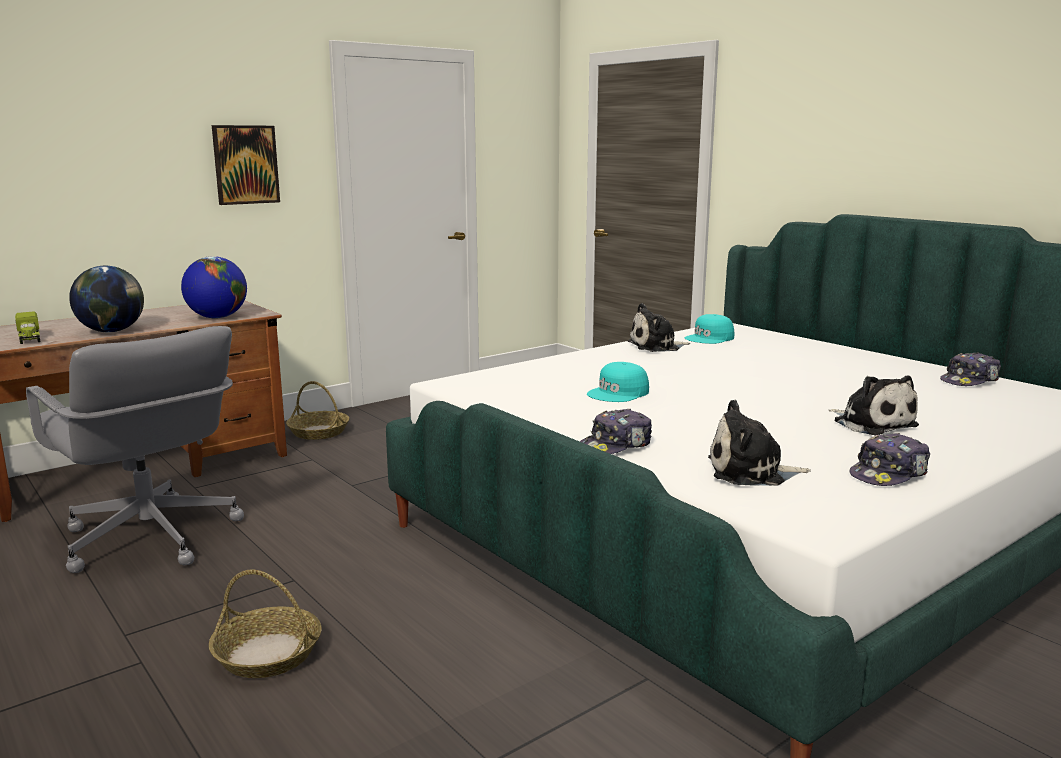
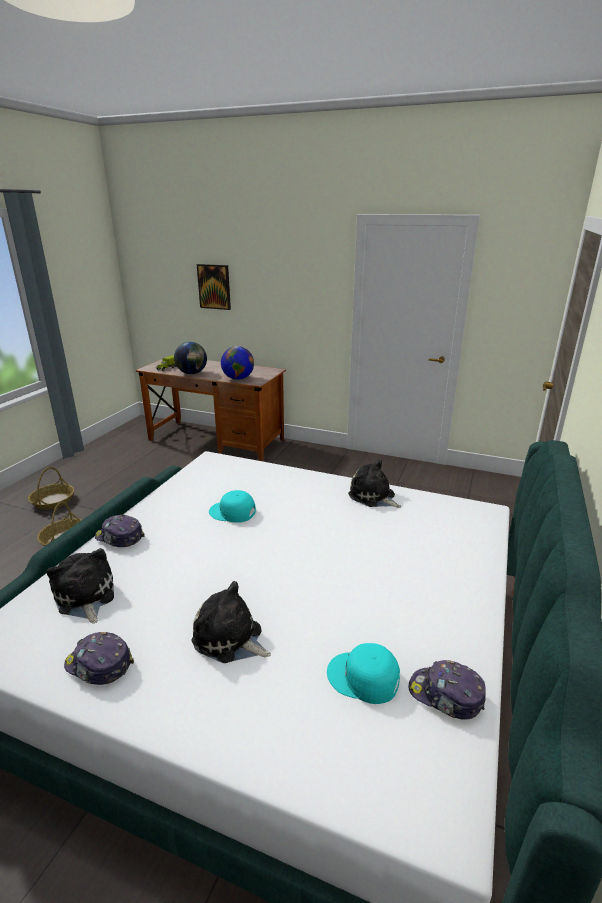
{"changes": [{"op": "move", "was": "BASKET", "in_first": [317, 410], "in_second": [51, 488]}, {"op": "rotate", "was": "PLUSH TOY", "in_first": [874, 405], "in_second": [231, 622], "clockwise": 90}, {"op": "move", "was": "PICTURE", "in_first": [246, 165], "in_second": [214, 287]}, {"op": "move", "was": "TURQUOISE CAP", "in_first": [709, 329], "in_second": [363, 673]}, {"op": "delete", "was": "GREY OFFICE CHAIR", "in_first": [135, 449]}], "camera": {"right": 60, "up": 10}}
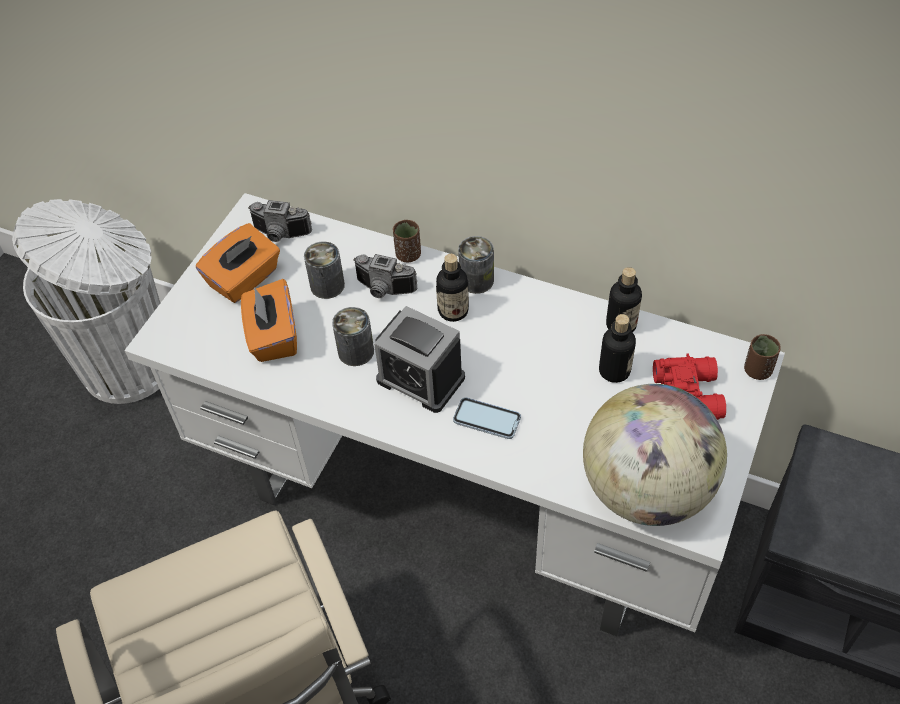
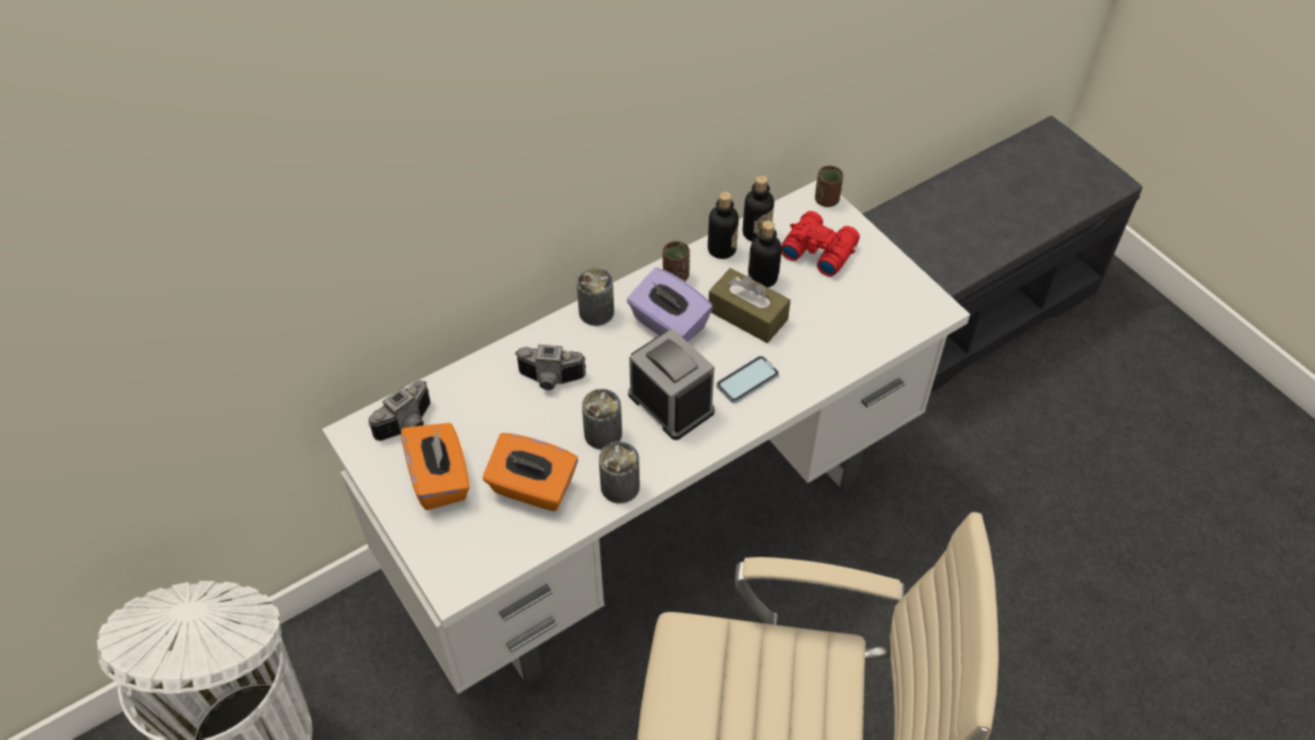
{"changes": [{"op": "rotate", "was": "PHOTO CAMERA", "in_first": [385, 276], "in_second": [550, 367], "clockwise": 45}, {"op": "move", "was": "CAN", "in_first": [324, 270], "in_second": [619, 472]}, {"op": "insert", "now": "PURPLE TISSUE BOX", "in_second": [670, 305]}, {"op": "rotate", "was": "ALARM CLOCK", "in_first": [419, 359], "in_second": [671, 384], "clockwise": -105}, {"op": "move", "was": "BROWN CUP", "in_first": [407, 241], "in_second": [676, 261]}, {"op": "insert", "now": "BROWN TISSUE BOX", "in_second": [750, 305]}, {"op": "move", "was": "BOTTLE", "in_first": [452, 288], "in_second": [758, 208]}, {"op": "delete", "was": "GLOBE", "in_first": [655, 455]}], "camera": {"right": -60, "up": 0}}
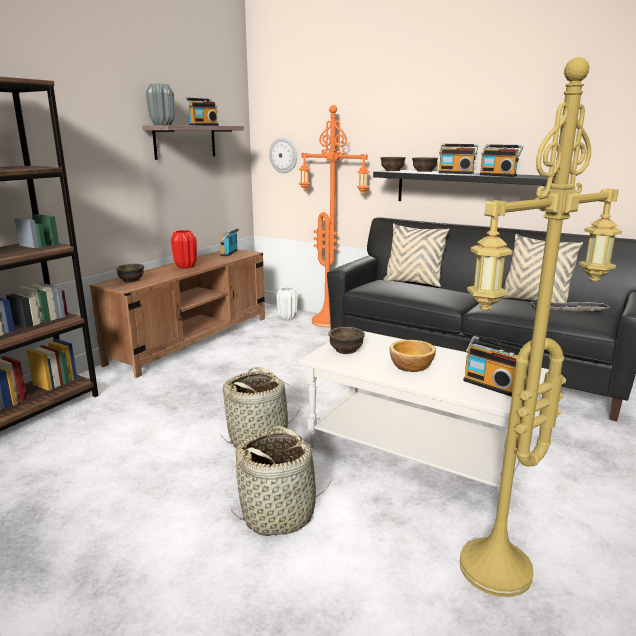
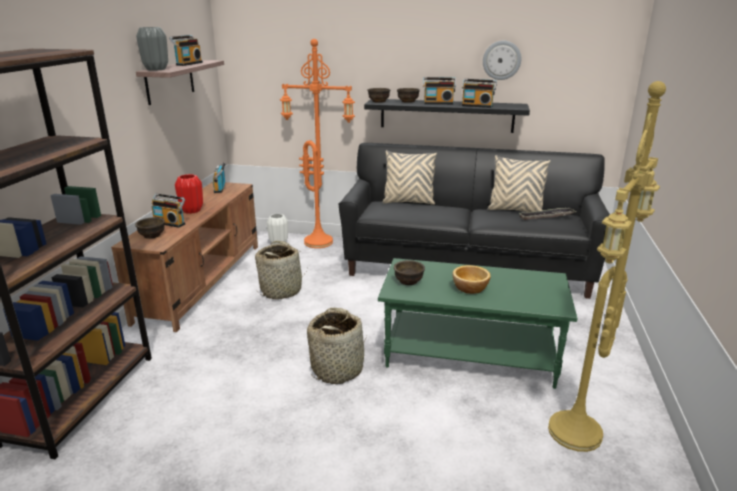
{"changes": [{"op": "move", "was": "RADIO", "in_first": [492, 366], "in_second": [168, 210]}, {"op": "move", "was": "BASKET", "in_first": [281, 481], "in_second": [281, 270]}, {"op": "recolor", "was": "WHITE COFFEE TABLE", "now": "GREEN COFFEE TABLE", "in_first": [424, 411], "in_second": [478, 323]}, {"op": "move", "was": "WALL CLOCK", "in_first": [283, 155], "in_second": [502, 60]}], "camera": {"right": -20, "up": 5}}
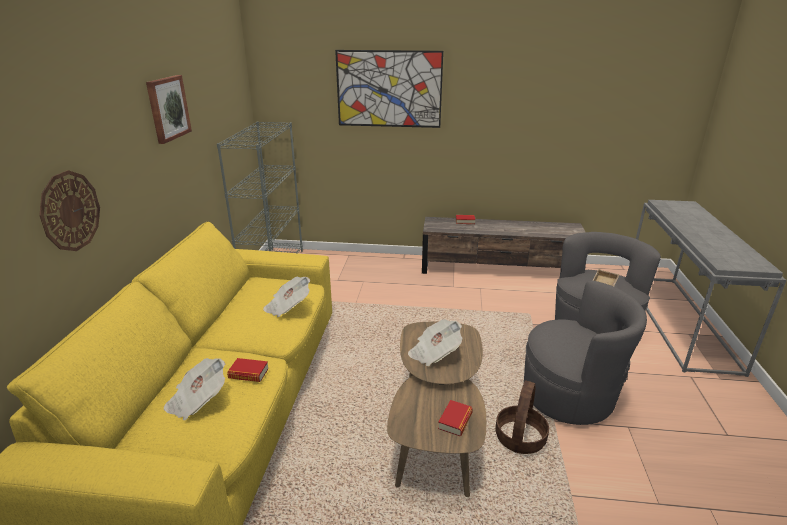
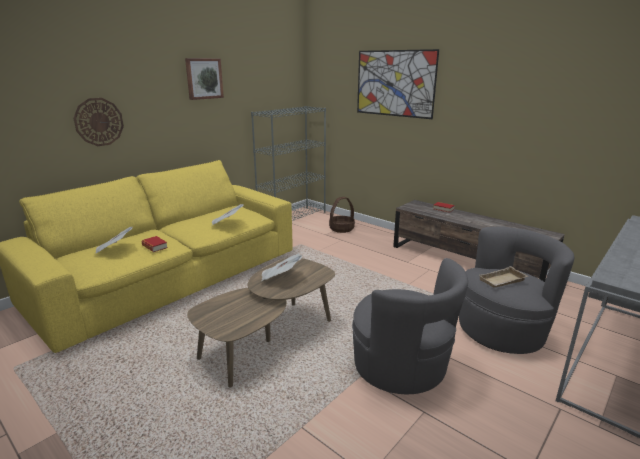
{"changes": [{"op": "move", "was": "BASKET", "in_first": [522, 417], "in_second": [342, 215]}, {"op": "delete", "was": "BOOK", "in_first": [455, 418]}], "camera": {"right": 35, "up": -5}}
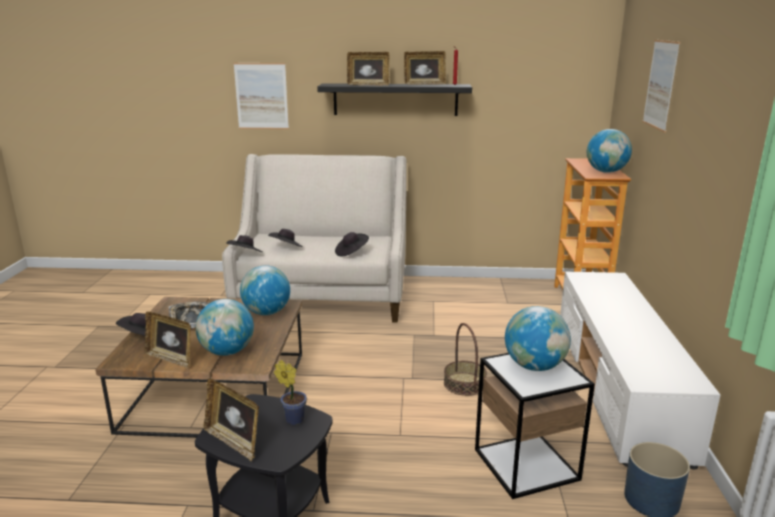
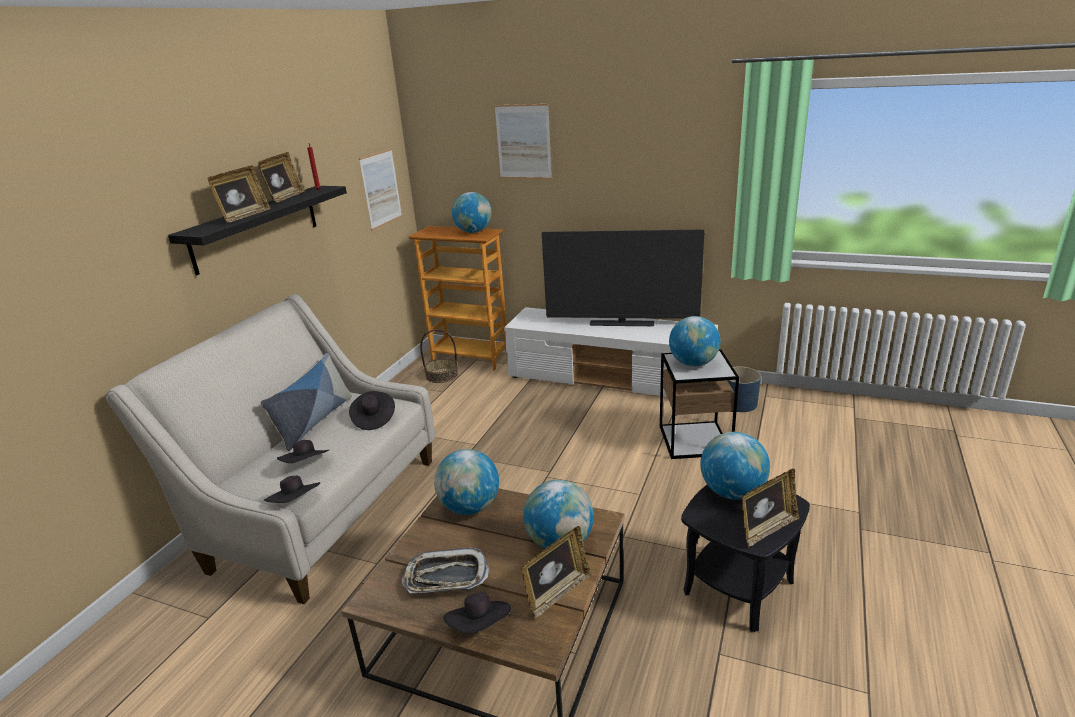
{"changes": [{"op": "insert", "now": "PILLOW", "in_second": [306, 402]}, {"op": "move", "was": "PICTURE", "in_first": [261, 96], "in_second": [380, 189]}, {"op": "move", "was": "BASKET", "in_first": [465, 359], "in_second": [439, 356]}, {"op": "insert", "now": "TELEVISION", "in_second": [623, 278]}, {"op": "replace", "was": "POTTED PLANT", "now": "GLOBE", "in_first": [290, 392], "in_second": [735, 466]}], "camera": {"right": -70, "up": 5}}
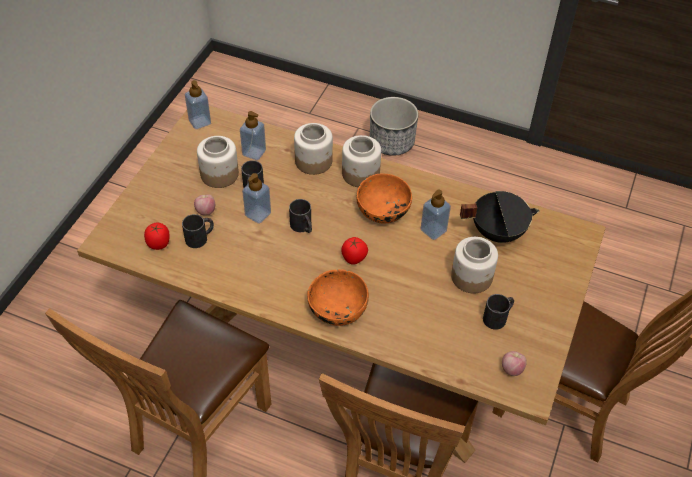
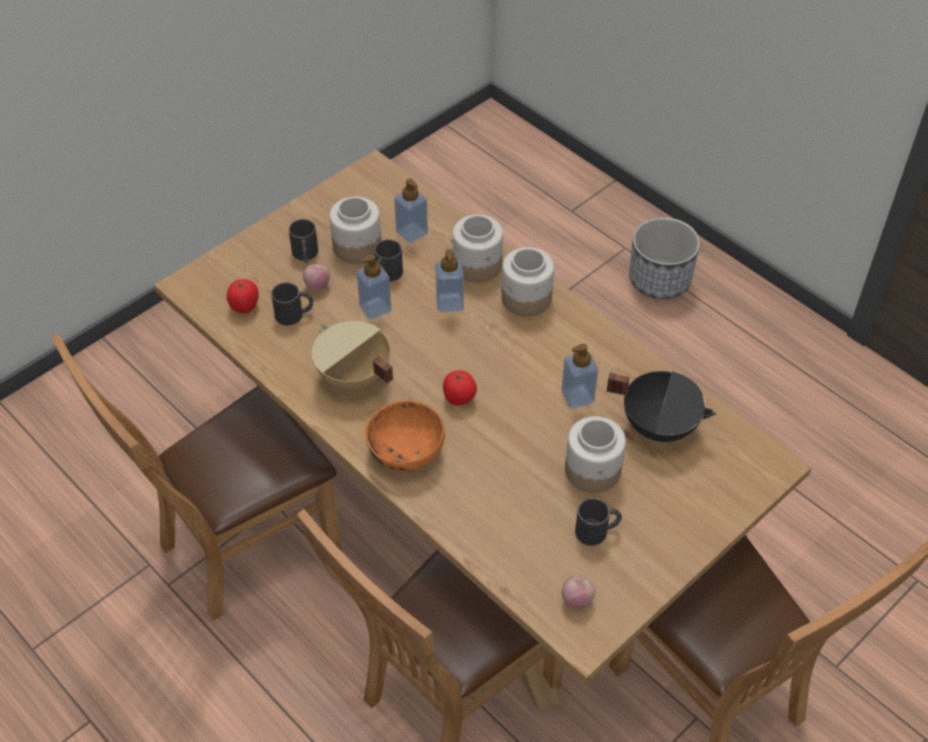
{"changes": [{"op": "move", "was": "BLACK MUG", "in_first": [300, 216], "in_second": [303, 241]}, {"op": "insert", "now": "BEIGE COOKING POT", "in_second": [352, 355]}, {"op": "move", "was": "SOAP DISPENSER", "in_first": [198, 104], "in_second": [450, 280]}, {"op": "delete", "was": "ORANGE BOWL", "in_first": [384, 198]}], "camera": {"right": 25, "up": 0}}
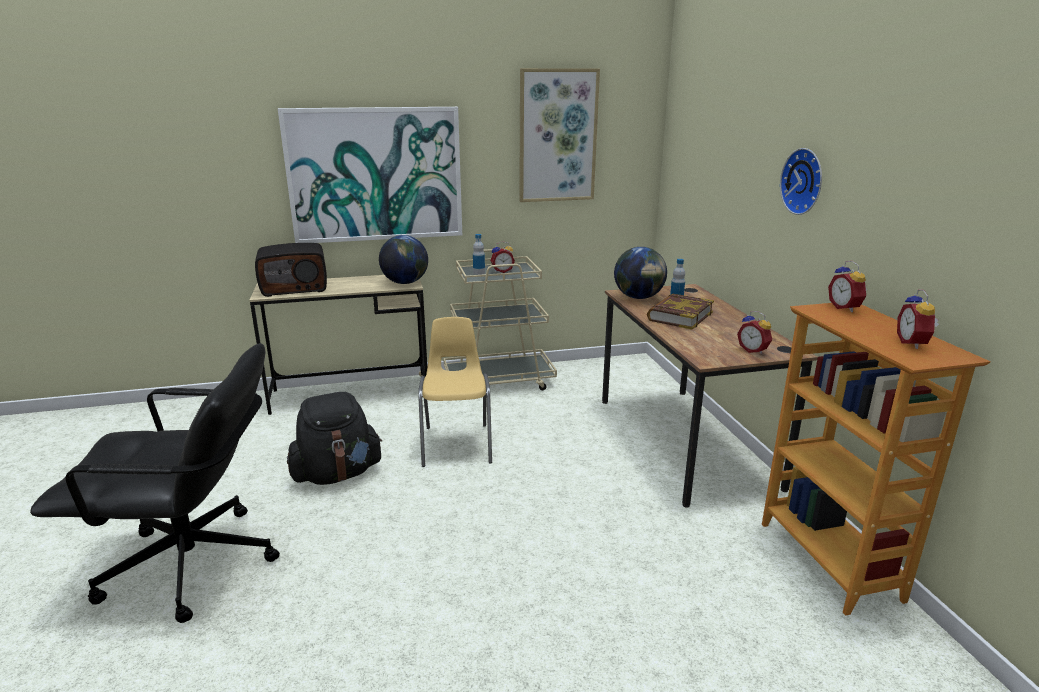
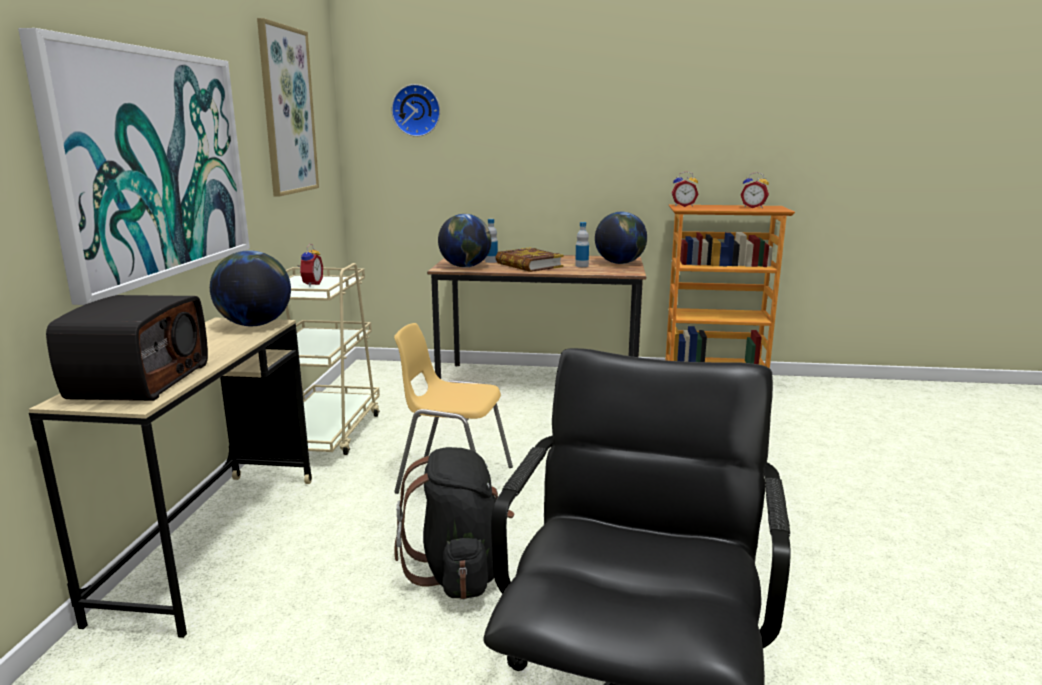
{"changes": [{"op": "move", "was": "WALL CLOCK", "in_first": [801, 181], "in_second": [416, 110]}, {"op": "move", "was": "BOTTLE", "in_first": [479, 254], "in_second": [582, 244]}, {"op": "replace", "was": "ALARM CLOCK", "now": "GLOBE", "in_first": [754, 332], "in_second": [621, 238]}], "camera": {"right": -70, "up": -5}}
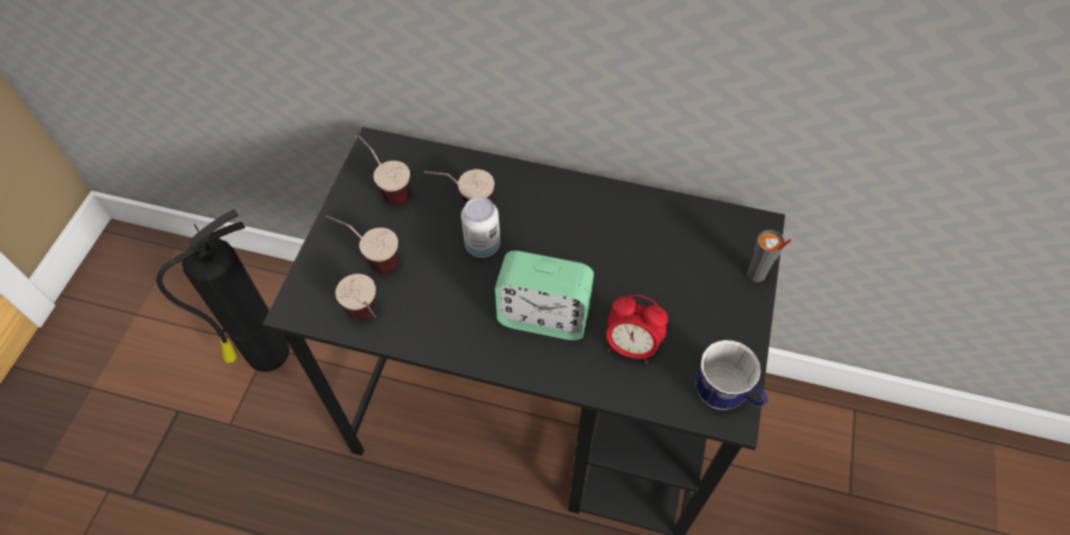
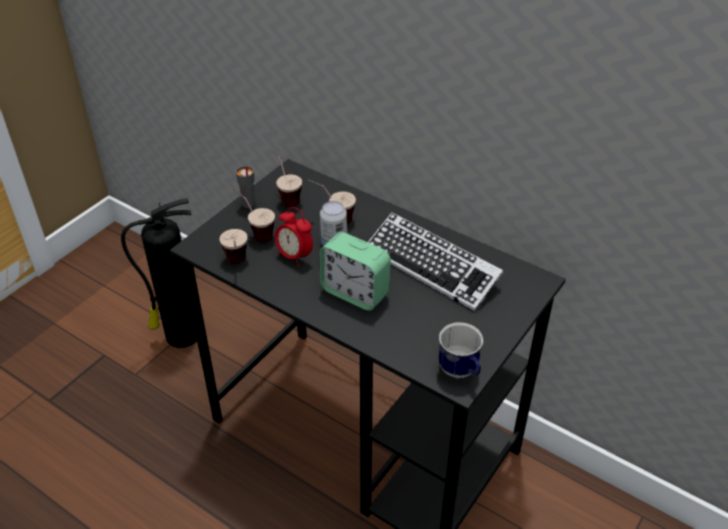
{"changes": [{"op": "move", "was": "GREY CUP", "in_first": [769, 256], "in_second": [245, 187]}, {"op": "move", "was": "ALARM CLOCK", "in_first": [637, 329], "in_second": [294, 237]}, {"op": "insert", "now": "KEYBOARD", "in_second": [435, 262]}], "camera": {"right": 20, "up": -15}}
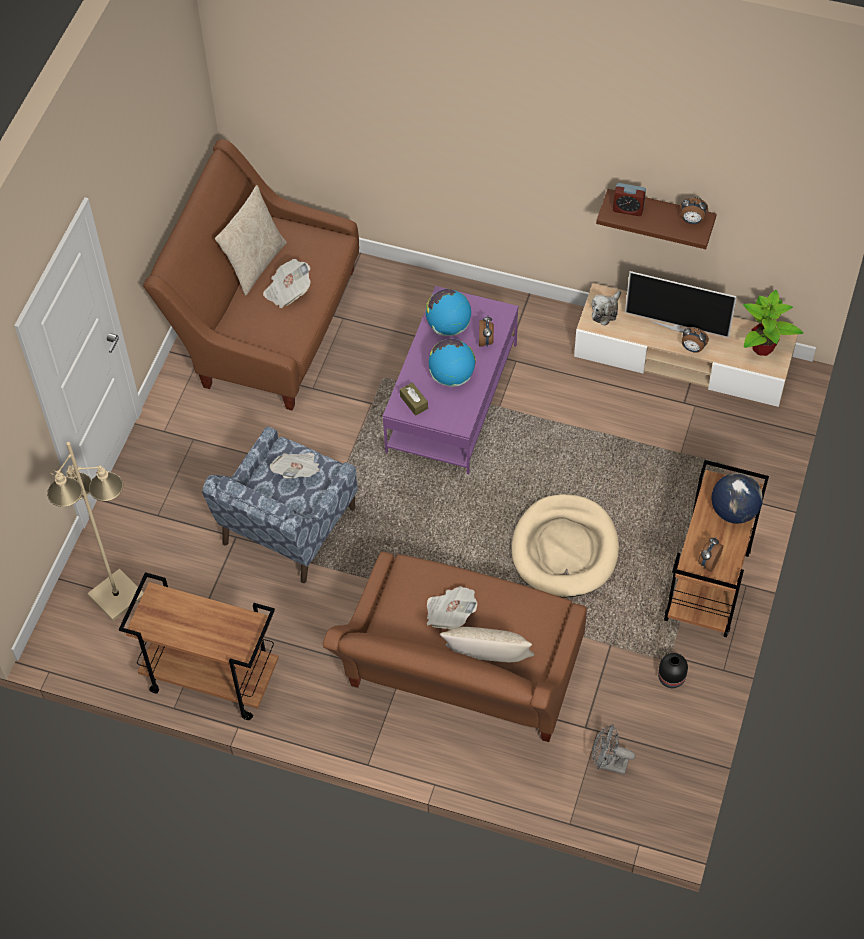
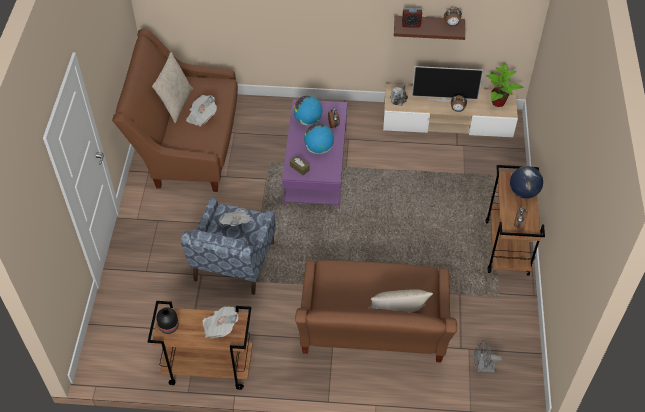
{"changes": [{"op": "move", "was": "BLACK VASE", "in_first": [673, 670], "in_second": [167, 321]}, {"op": "move", "was": "NEWSPAPER", "in_first": [452, 608], "in_second": [220, 322]}, {"op": "delete", "was": "BEIGE FLOOR LAMP", "in_first": [95, 531]}, {"op": "delete", "was": "BEIGE DOG BED", "in_first": [565, 546]}], "camera": {"right": -15, "up": -5}}
